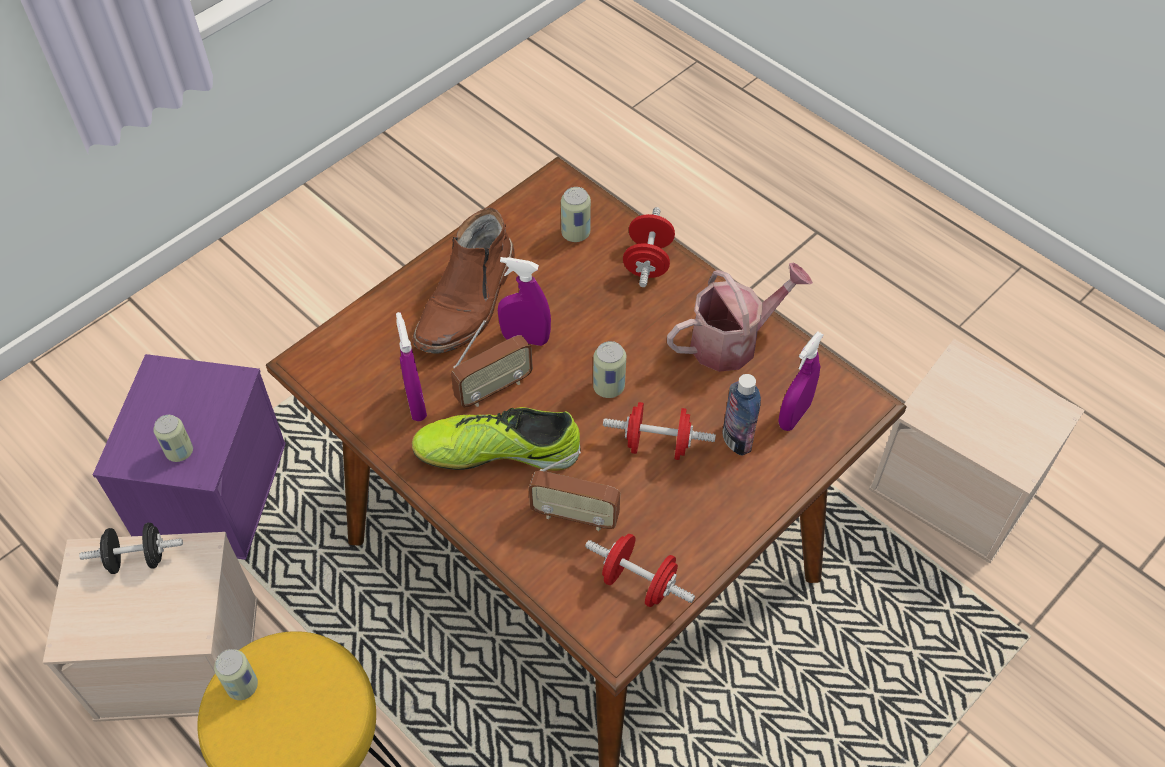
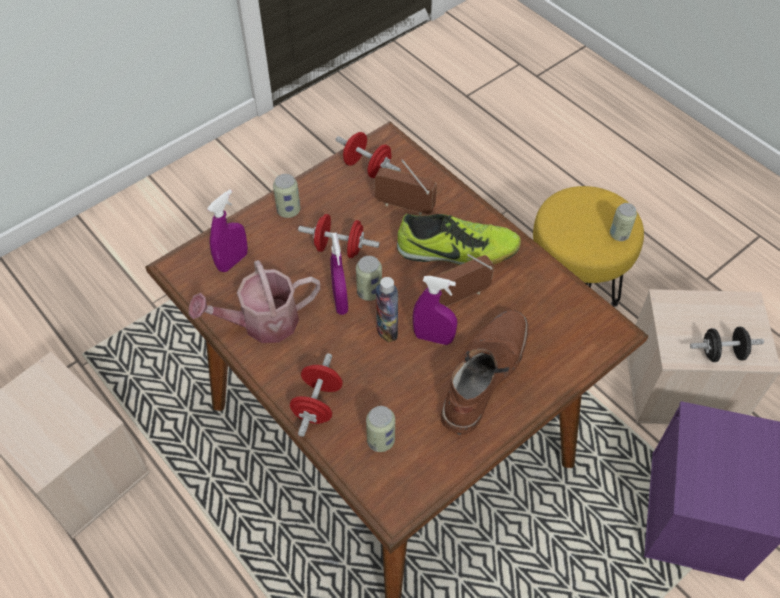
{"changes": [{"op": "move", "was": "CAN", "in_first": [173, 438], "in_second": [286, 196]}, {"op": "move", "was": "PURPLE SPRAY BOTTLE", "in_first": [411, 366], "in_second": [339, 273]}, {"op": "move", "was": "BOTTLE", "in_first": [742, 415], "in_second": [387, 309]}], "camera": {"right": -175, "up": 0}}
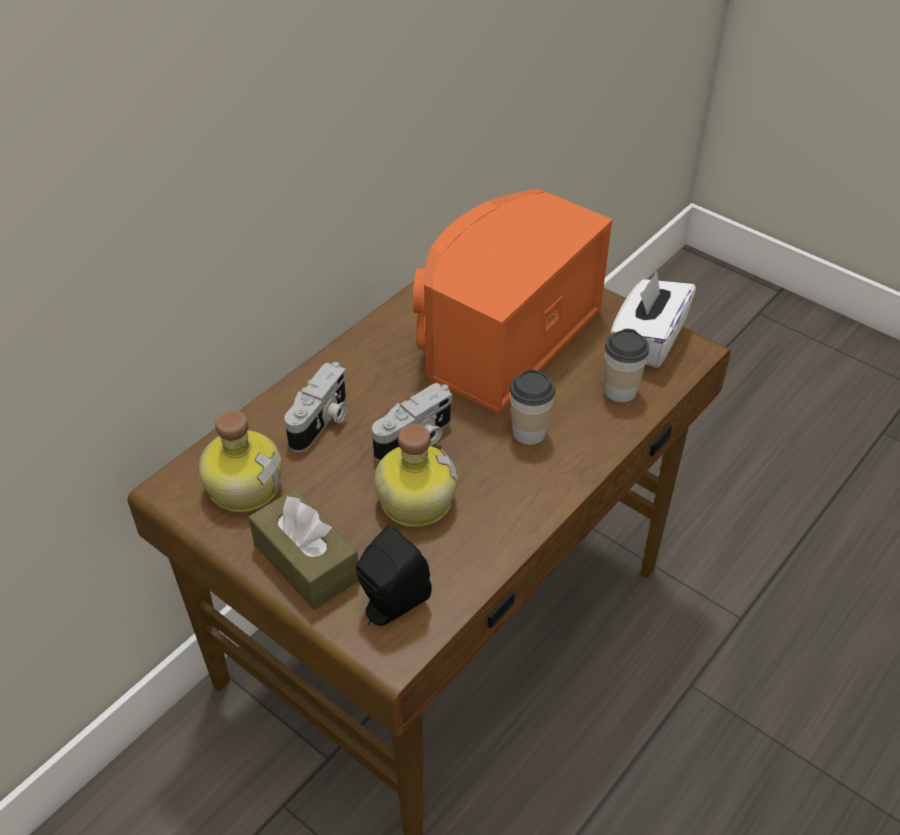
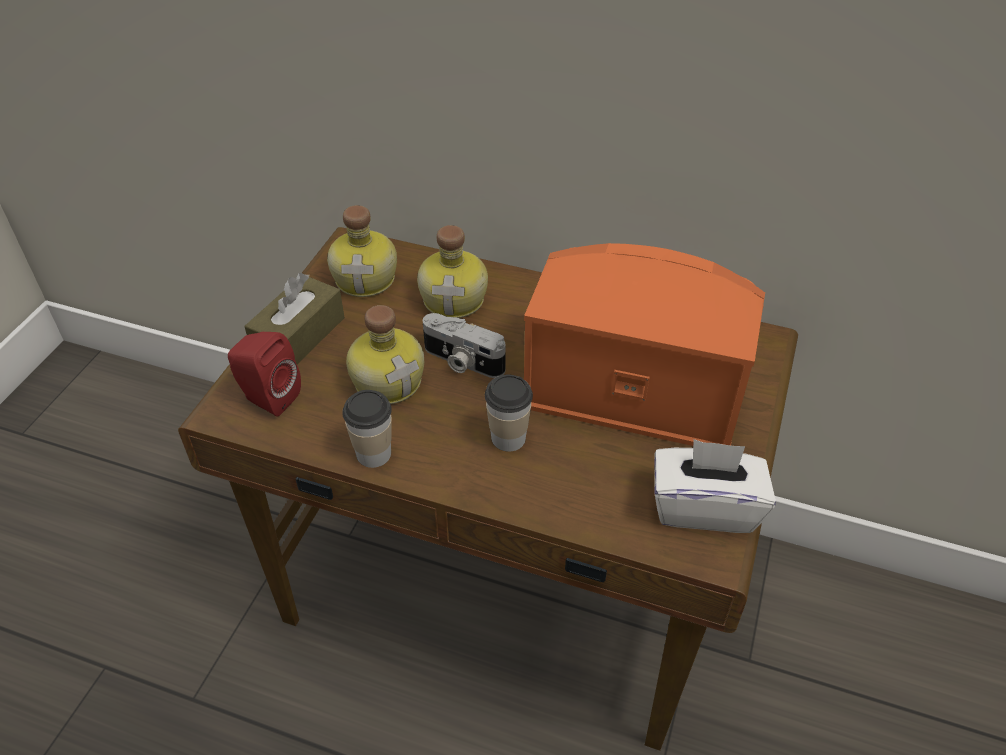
{"changes": [{"op": "recolor", "was": "BLACK SPEAKER", "now": "RED SPEAKER", "in_first": [394, 575], "in_second": [264, 374]}, {"op": "move", "was": "CUP", "in_first": [626, 365], "in_second": [367, 429]}, {"op": "replace", "was": "PHOTO CAMERA", "now": "BOTTLE", "in_first": [315, 407], "in_second": [452, 271]}], "camera": {"right": 70, "up": 0}}
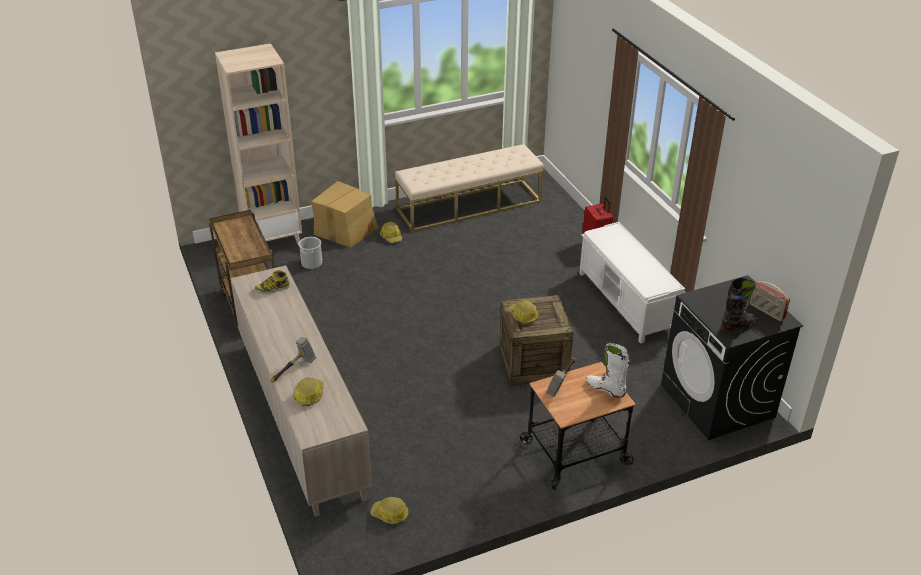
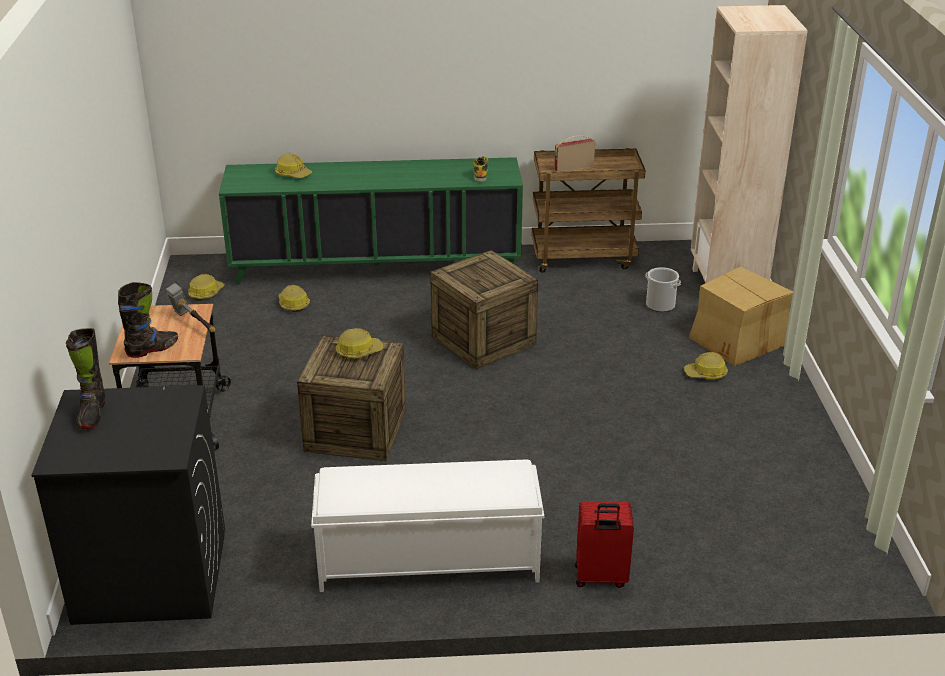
{"changes": [{"op": "recolor", "was": "WHITE BOOT", "now": "BLACK BOOT", "in_first": [608, 370], "in_second": [148, 320]}, {"op": "recolor", "was": "BEIGE CABINET", "now": "GREEN CABINET", "in_first": [301, 391], "in_second": [371, 221]}, {"op": "insert", "now": "HARD HAT", "in_second": [294, 298]}, {"op": "insert", "now": "CRATE", "in_second": [484, 310]}, {"op": "move", "was": "RADIO", "in_first": [770, 301], "in_second": [574, 153]}, {"op": "delete", "was": "HAMMER", "in_first": [293, 360]}, {"op": "delete", "was": "BEIGE BENCH", "in_first": [469, 188]}], "camera": {"right": 110, "up": -5}}
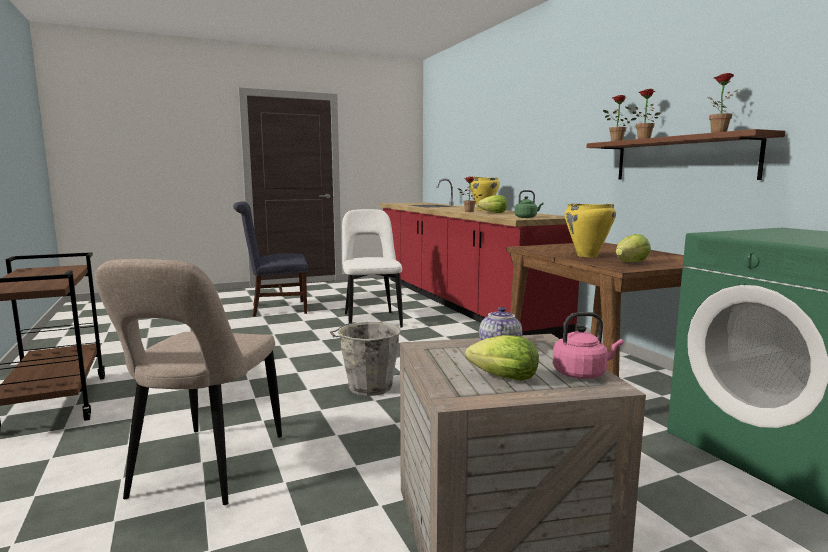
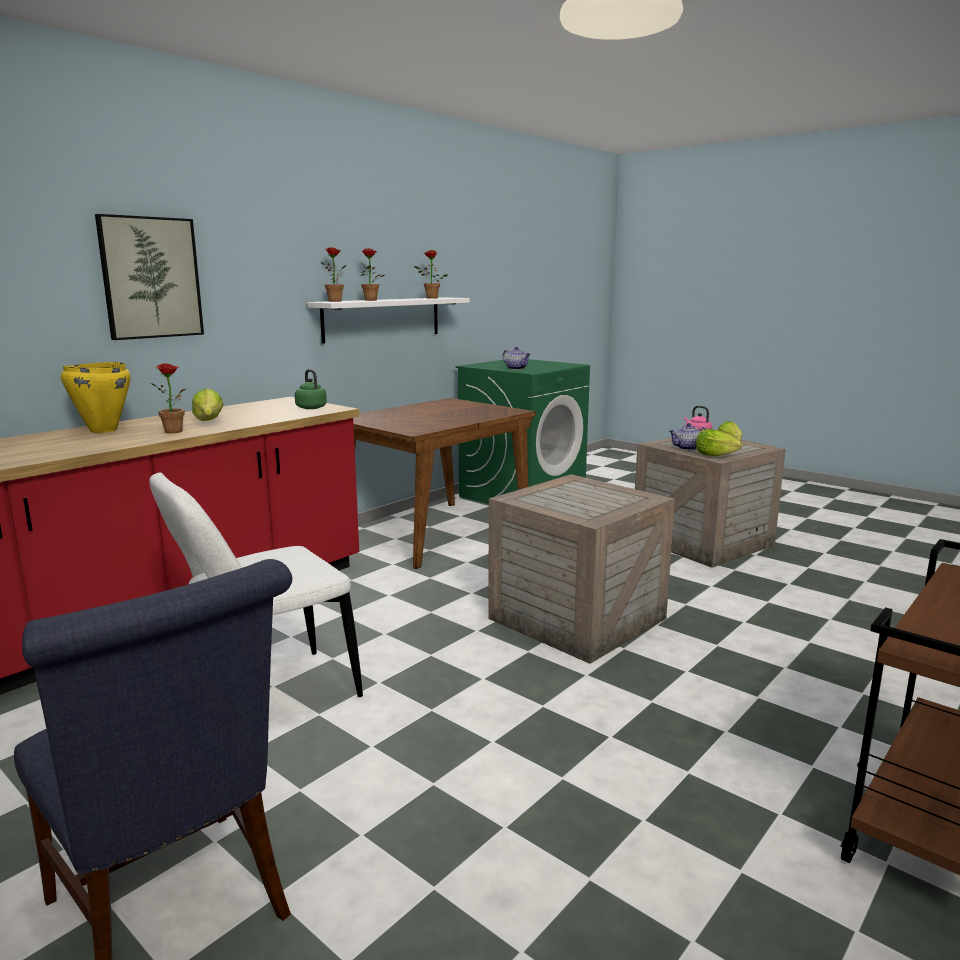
{"changes": [{"op": "insert", "now": "PICTURE", "in_second": [149, 277]}, {"op": "recolor", "was": "BROWN SHELF", "now": "WHITE SHELF", "in_first": [685, 154], "in_second": [388, 320]}, {"op": "replace", "was": "GREY BUCKET", "now": "CRATE", "in_first": [365, 359], "in_second": [581, 569]}, {"op": "insert", "now": "TEAPOT", "in_second": [516, 358]}, {"op": "move", "was": "LETTUCE", "in_first": [633, 248], "in_second": [719, 442]}, {"op": "delete", "was": "BEIGE CHAIR", "in_first": [188, 382]}, {"op": "delete", "was": "YELLOW COOKING POT", "in_first": [590, 230]}], "camera": {"right": -115, "up": 5}}
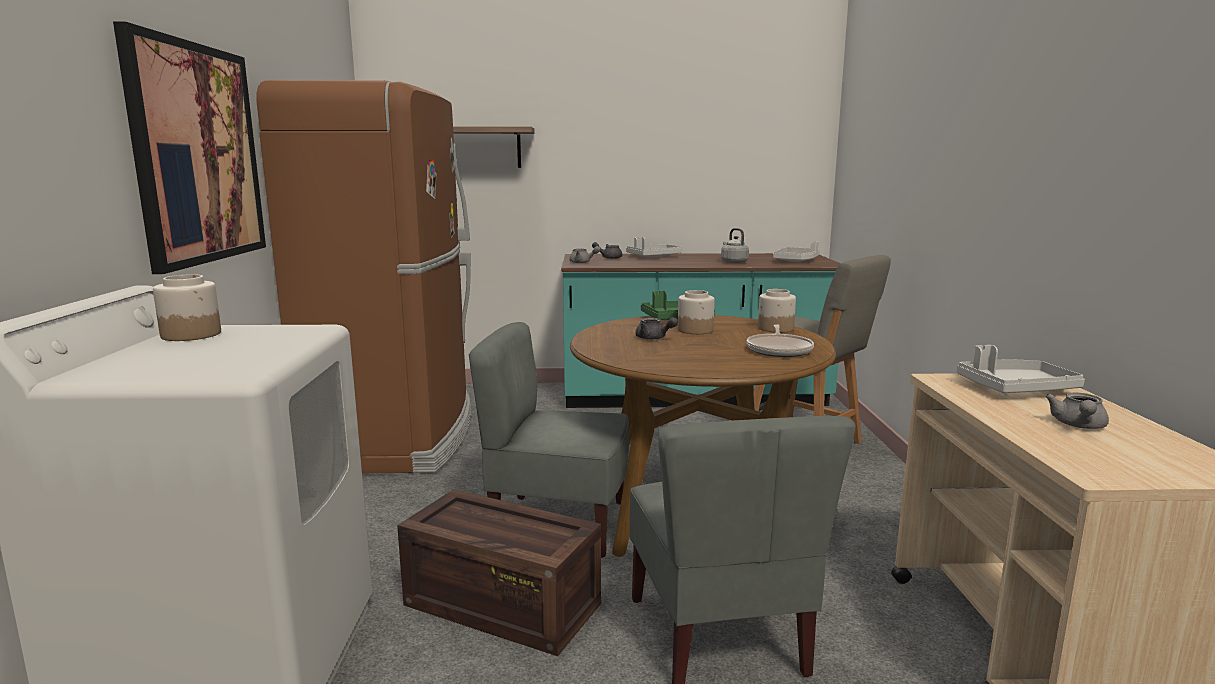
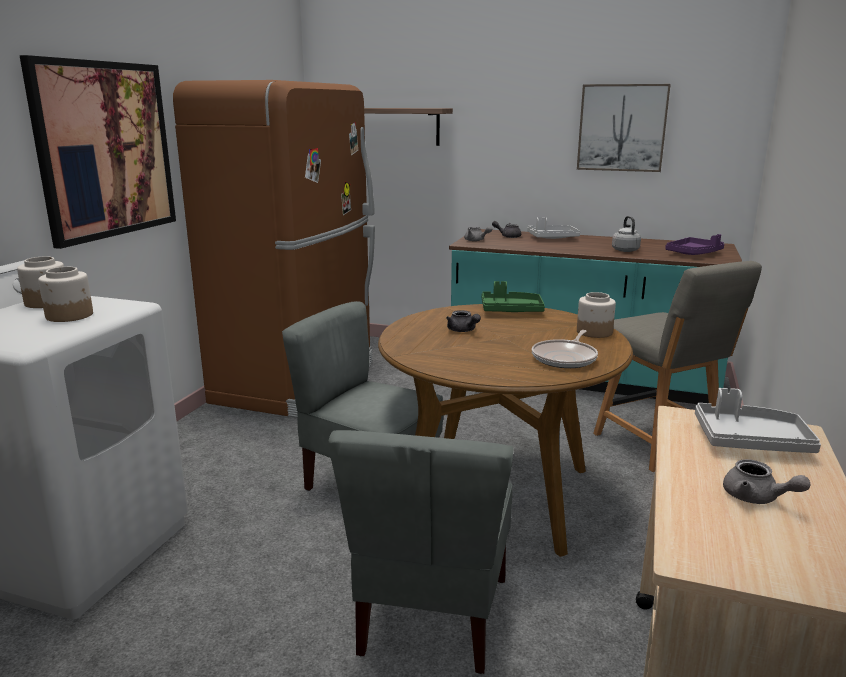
{"changes": [{"op": "move", "was": "JAR", "in_first": [696, 312], "in_second": [65, 294]}, {"op": "insert", "now": "PICTURE", "in_second": [624, 128]}, {"op": "recolor", "was": "GREY TRAY", "now": "PURPLE TRAY", "in_first": [796, 251], "in_second": [694, 244]}, {"op": "rotate", "was": "GREY TEAPOT", "in_first": [1077, 411], "in_second": [766, 481], "clockwise": -90}, {"op": "delete", "was": "CRATE", "in_first": [499, 572]}], "camera": {"right": 20, "up": 5}}
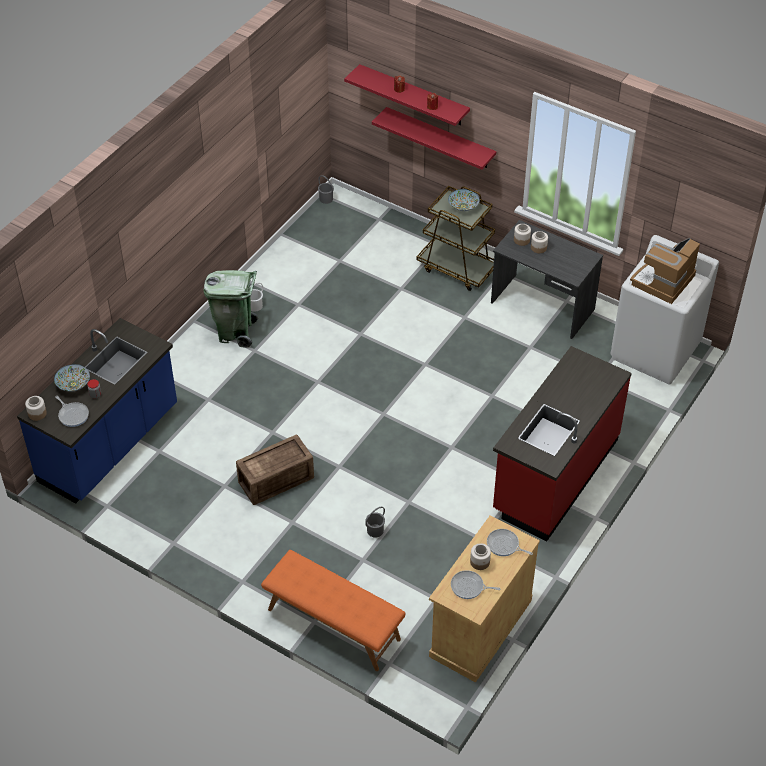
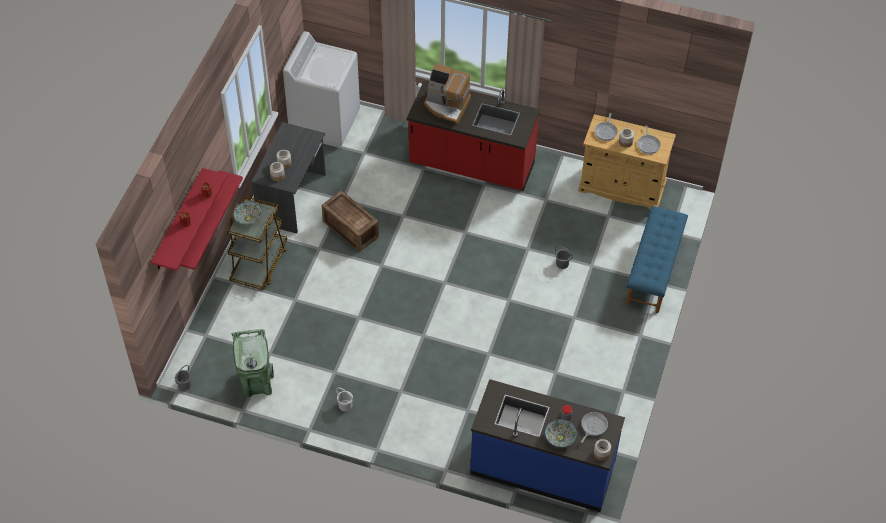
{"changes": [{"op": "move", "was": "GREEN TRASH CAN", "in_first": [231, 309], "in_second": [253, 363]}, {"op": "move", "was": "CRATE", "in_first": [275, 470], "in_second": [350, 221]}, {"op": "move", "was": "COFFEE MACHINE", "in_first": [665, 271], "in_second": [447, 93]}, {"op": "recolor", "was": "ORANGE BENCH", "now": "BLUE BENCH", "in_first": [333, 610], "in_second": [657, 259]}], "camera": {"right": -105, "up": 5}}
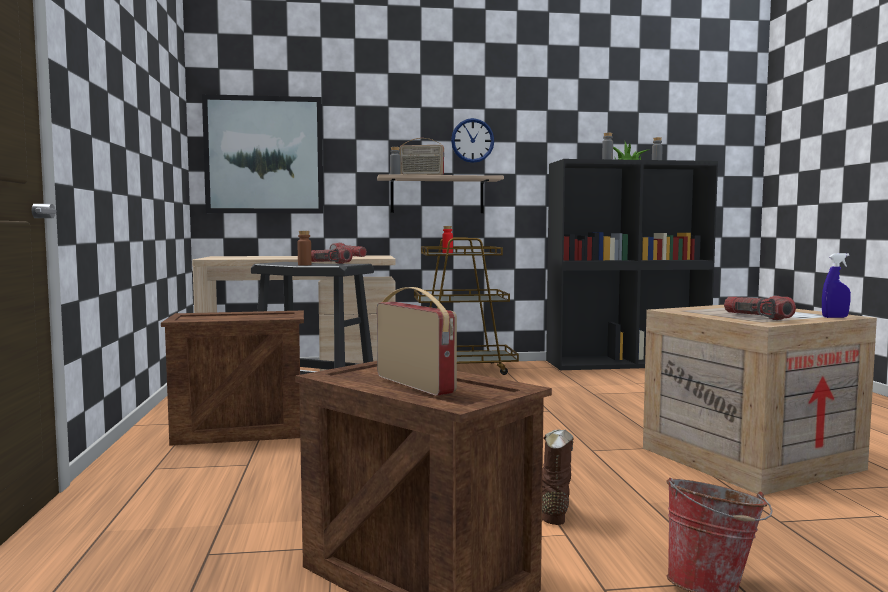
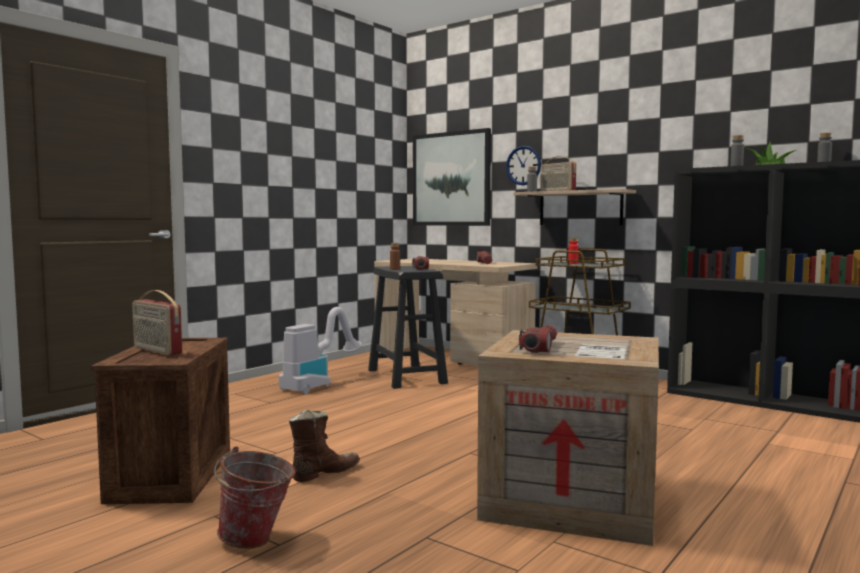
{"changes": [{"op": "rotate", "was": "RADIO", "in_first": [417, 341], "in_second": [157, 322], "clockwise": 120}, {"op": "replace", "was": "CRATE", "now": "VACUUM CLEANER", "in_first": [232, 378], "in_second": [320, 350]}, {"op": "move", "was": "WALL CLOCK", "in_first": [472, 140], "in_second": [523, 165]}, {"op": "delete", "was": "BLUE SPRAY BOTTLE", "in_first": [836, 285]}], "camera": {"right": 45, "up": 0}}
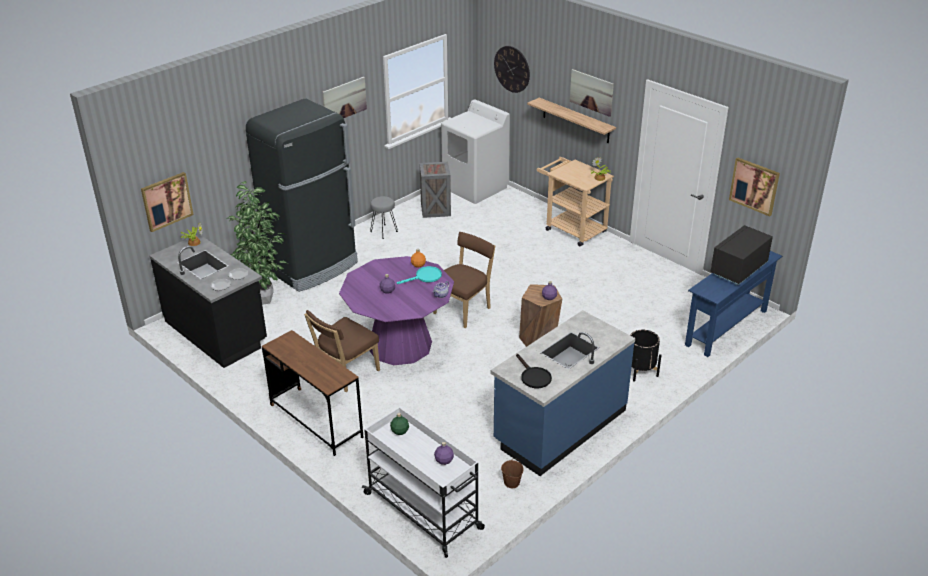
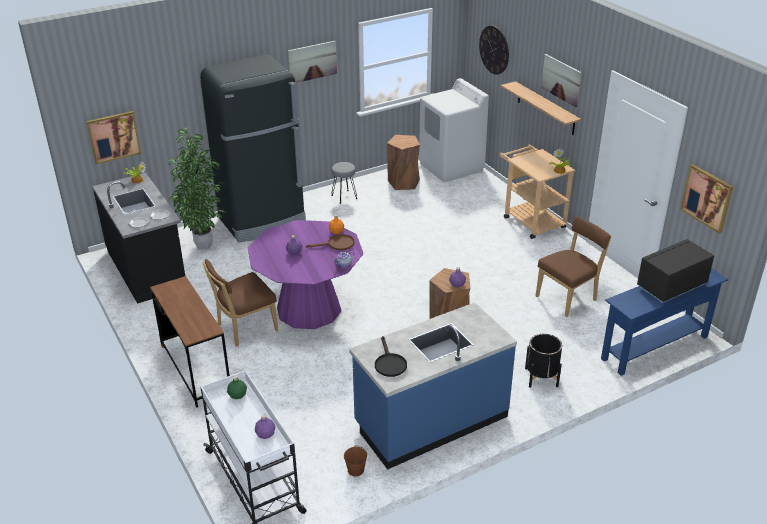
{"changes": [{"op": "recolor", "was": "TURQUOISE FRYING PAN", "now": "BROWN FRYING PAN", "in_first": [419, 275], "in_second": [330, 242]}, {"op": "replace", "was": "CRATE", "now": "BROWN STOOL", "in_first": [435, 190], "in_second": [403, 162]}, {"op": "move", "was": "BROWN CHAIR", "in_first": [464, 280], "in_second": [574, 266]}], "camera": {"right": 15, "up": 0}}
